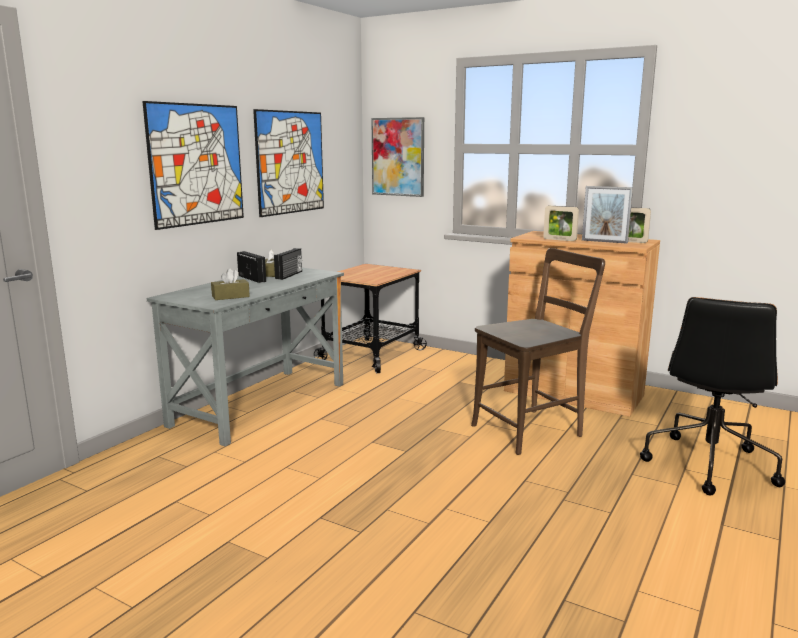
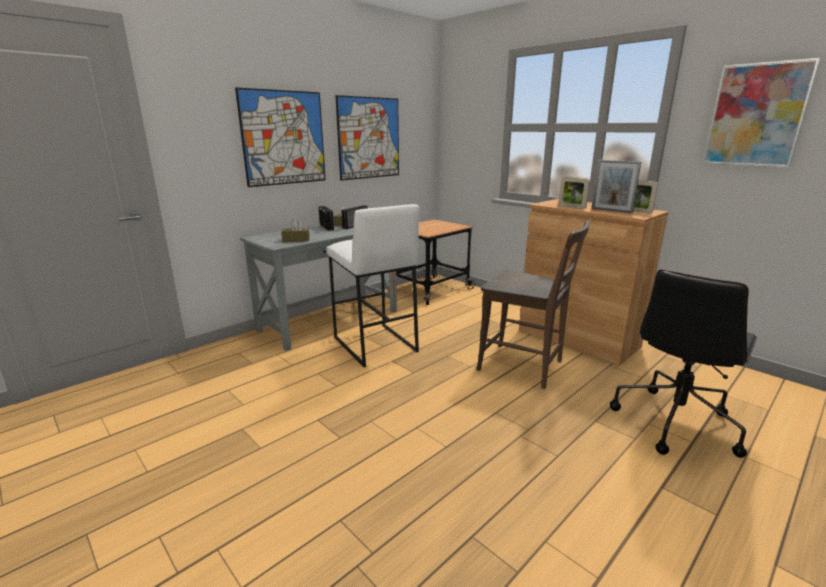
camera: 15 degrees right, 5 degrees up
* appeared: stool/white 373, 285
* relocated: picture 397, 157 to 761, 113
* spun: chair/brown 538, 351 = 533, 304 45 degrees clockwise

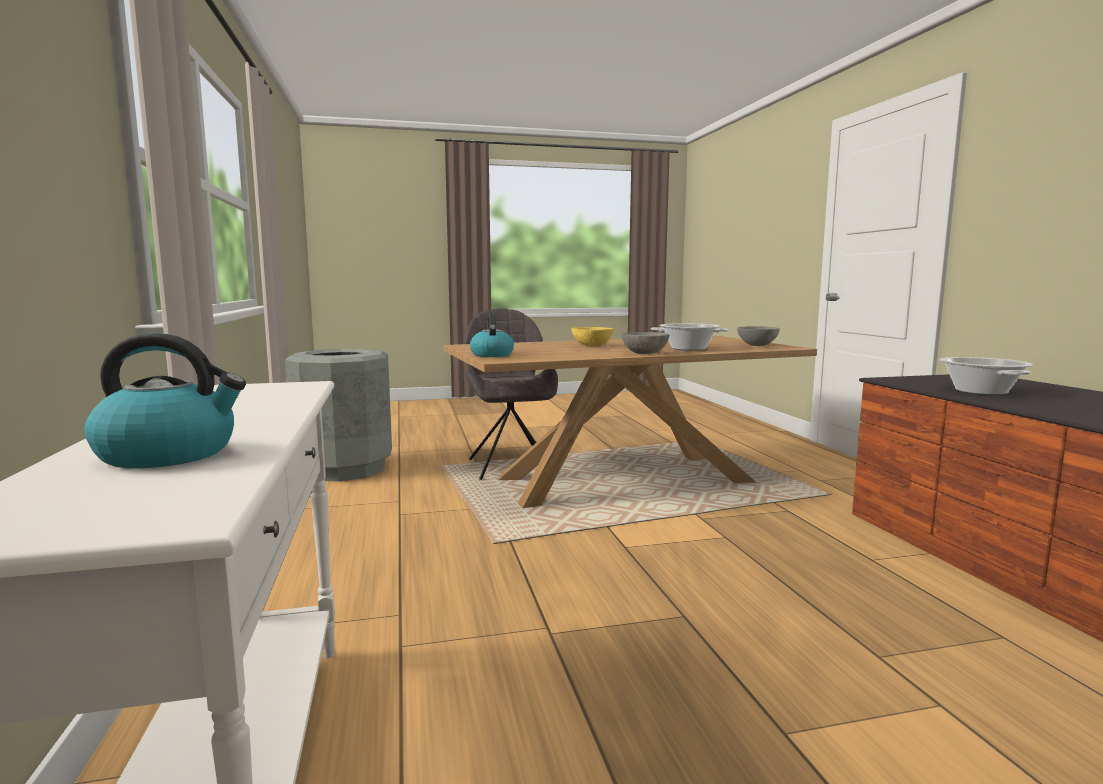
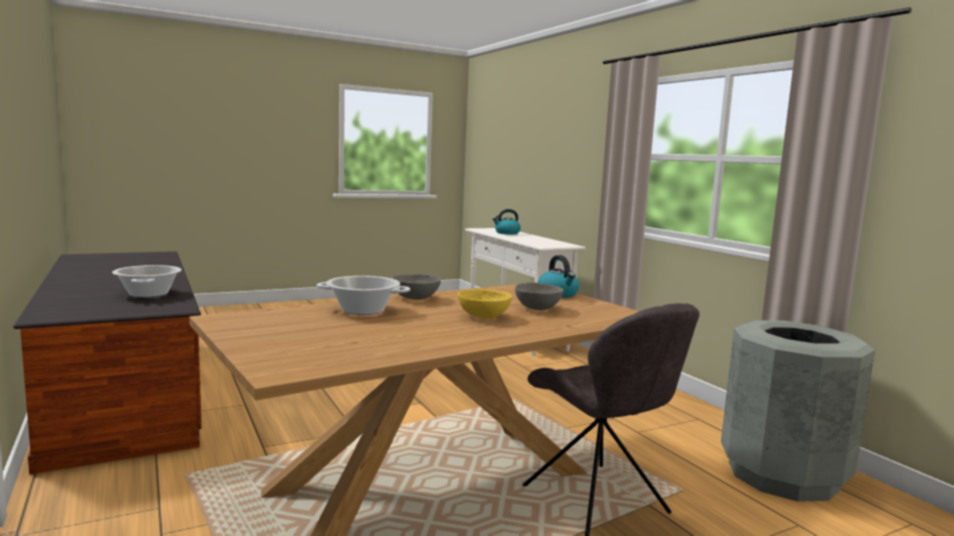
camera: 165 degrees right, 0 degrees up
* relocated: bowl/grey 758, 336 to 539, 296

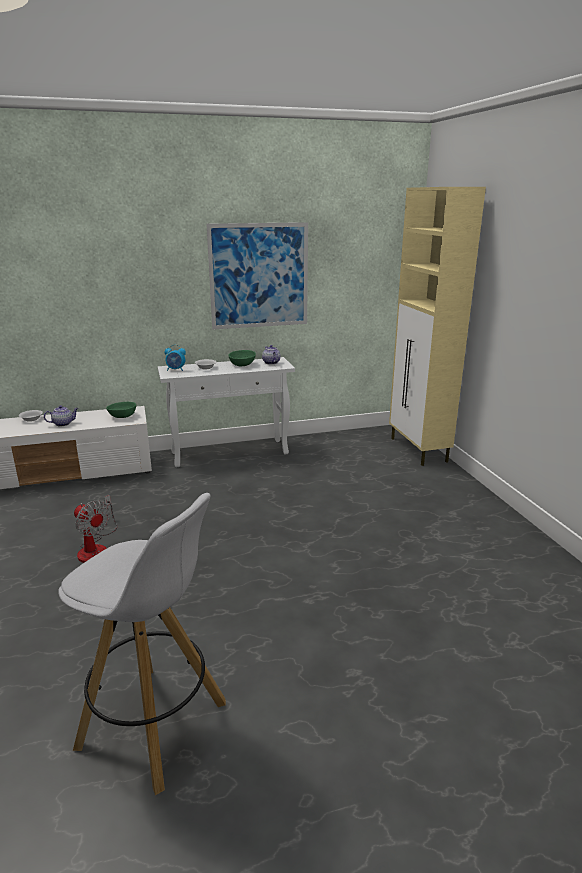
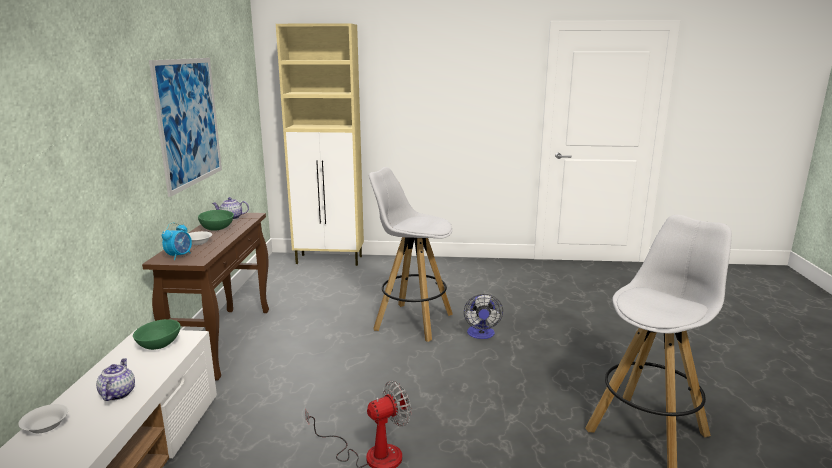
camera: 70 degrees left, 5 degrees down
* appeared: stool/white 411, 254
* appeared: fan 483, 316
* colour: console table/white 226, 412 to console table/brown 205, 297

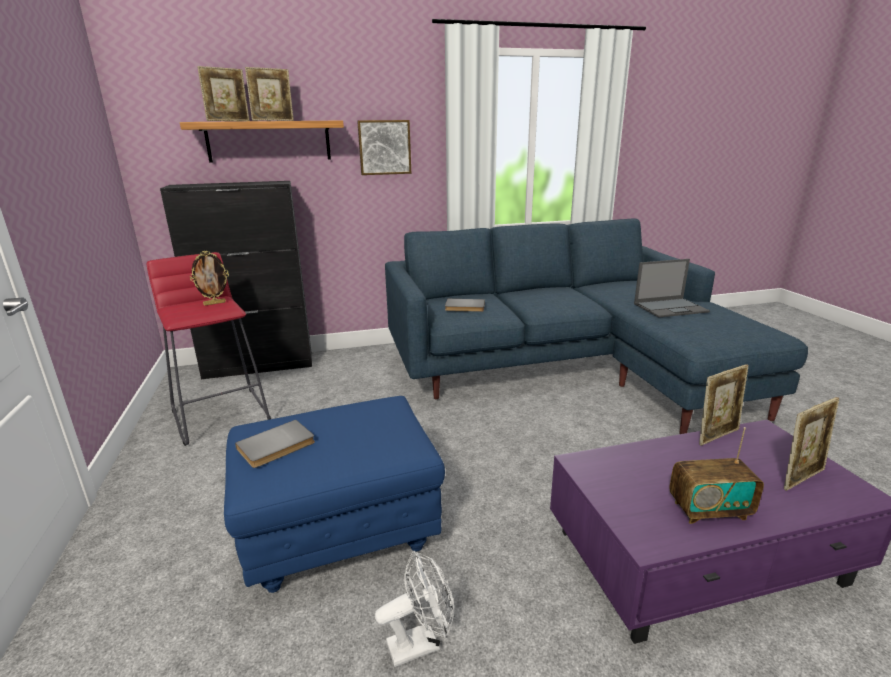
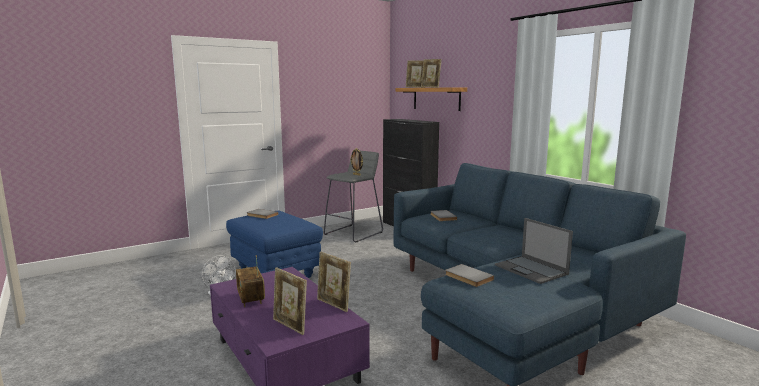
camera: 70 degrees right, 10 degrees down
* missing: picture 384, 147
* appeared: book/grey 469, 275
* colour: stool/red 209, 349 to stool/grey 353, 196

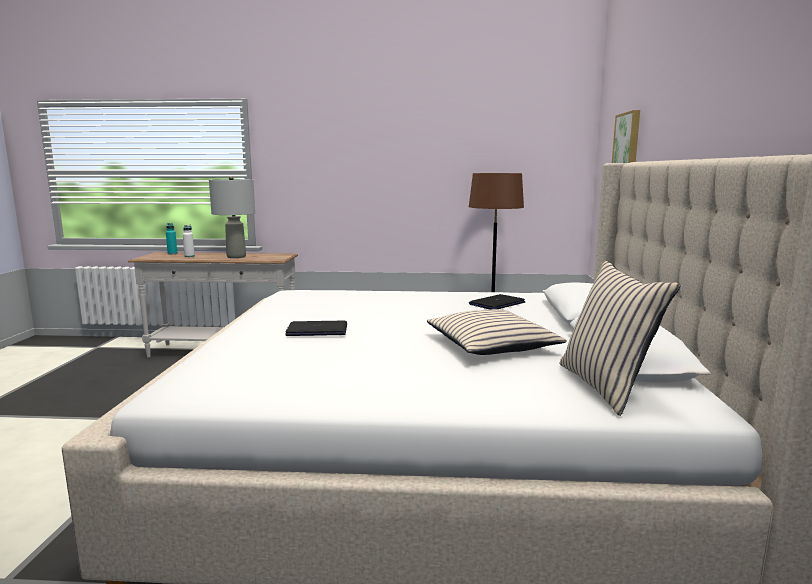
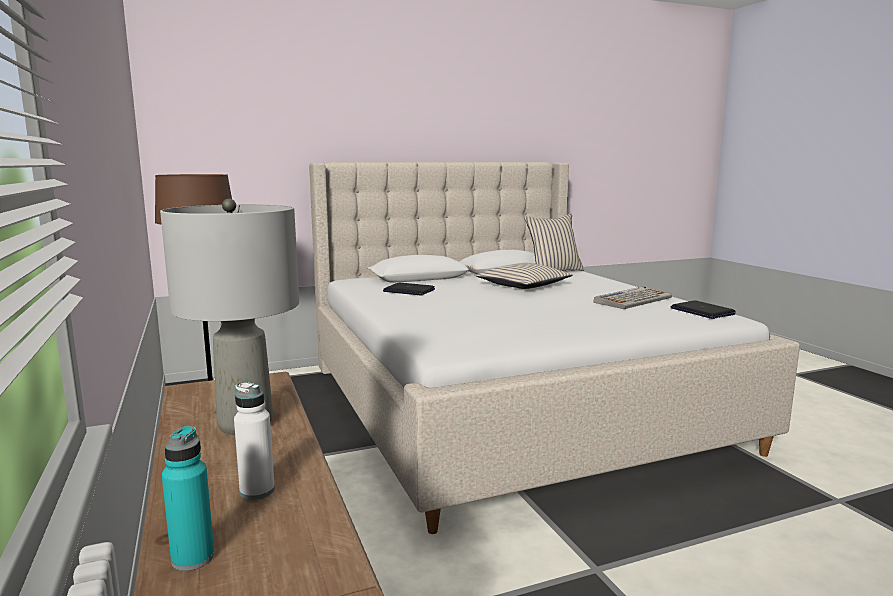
camera: 115 degrees left, 0 degrees up
* missing: picture 626, 136
* appeared: keyboard 633, 298
* relocated: laptop 316, 328 to 703, 309

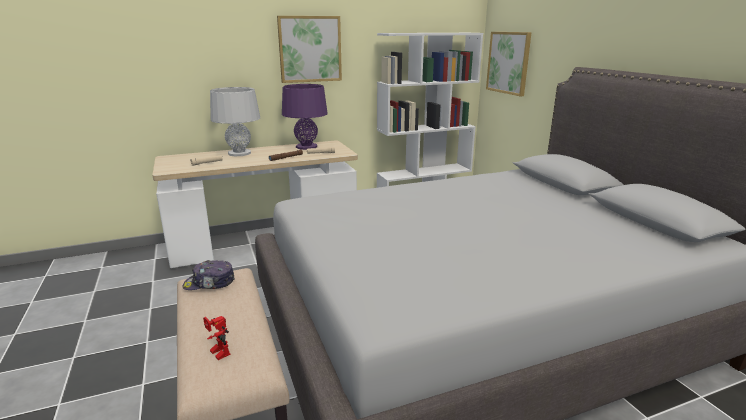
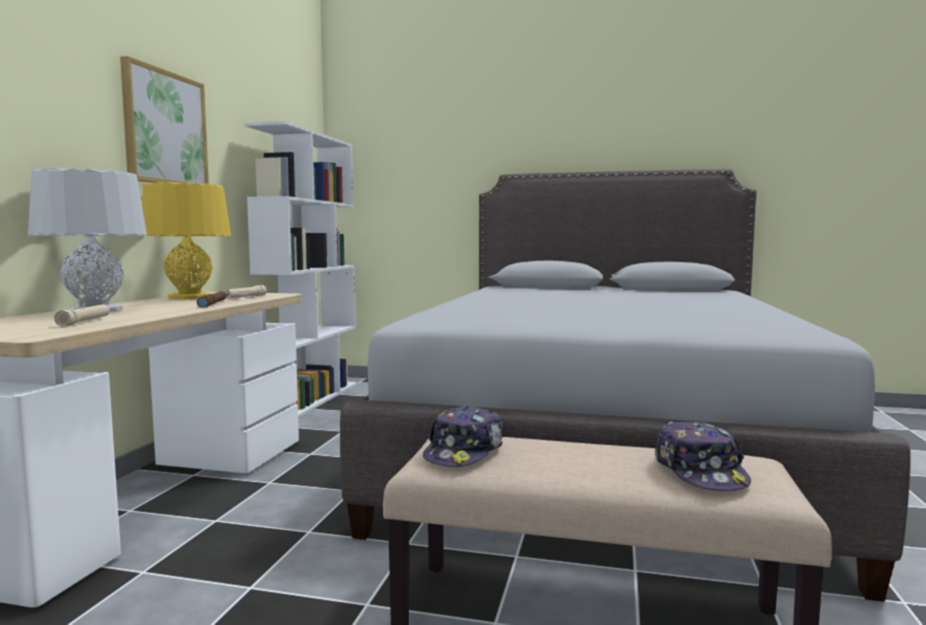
camera: 55 degrees left, 15 degrees down
* missing: picture 509, 64
* exchanged: toy robot 216, 338 to cap 703, 456
* colour: table lamp/purple 305, 117 to table lamp/yellow 186, 240

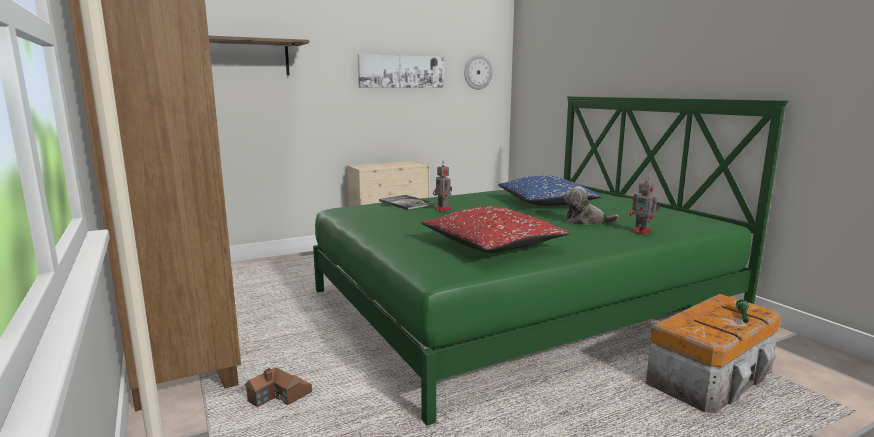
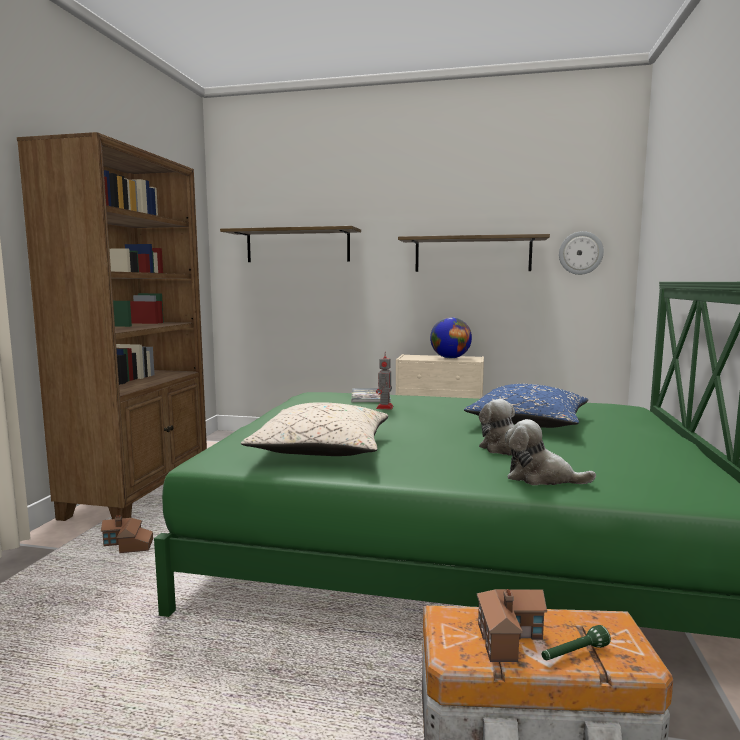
camera: 40 degrees right, 5 degrees down
* appeared: globe 451, 337
* appeared: toy house 512, 625
* exchanged: picture 401, 71 to shelf 474, 253
* exchanged: toy robot 644, 205 to plush toy 550, 452
* colour: pillow/red 495, 229 to pillow/beige 314, 429

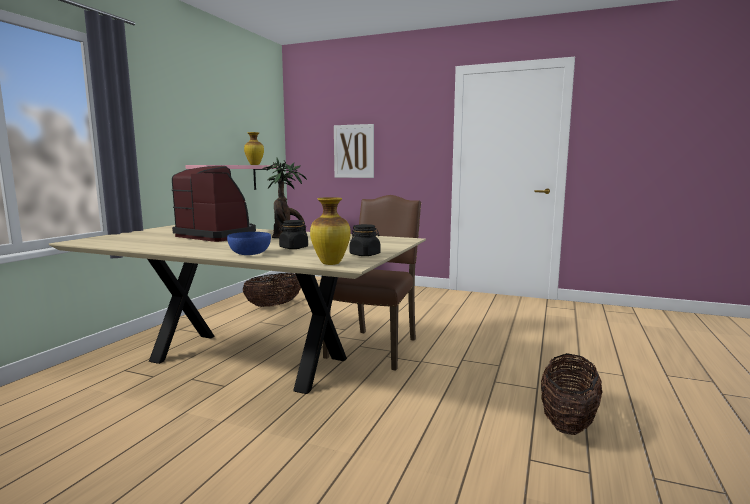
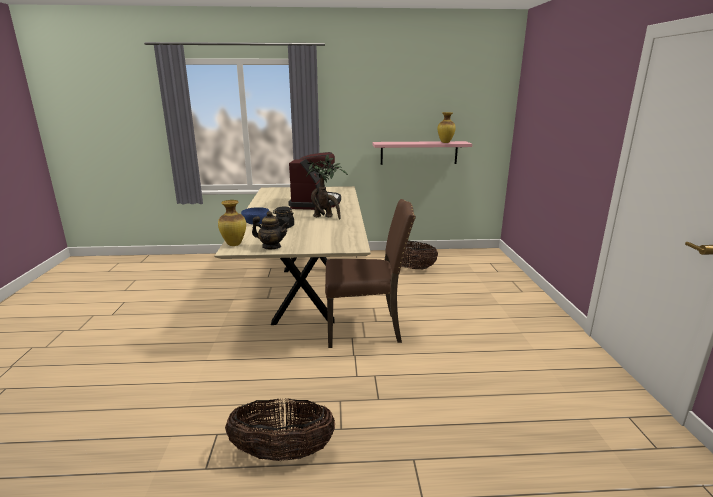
camera: 65 degrees right, 10 degrees up
* missing: picture 354, 151
* exchanged: jar/black 364, 240 to teapot 270, 230

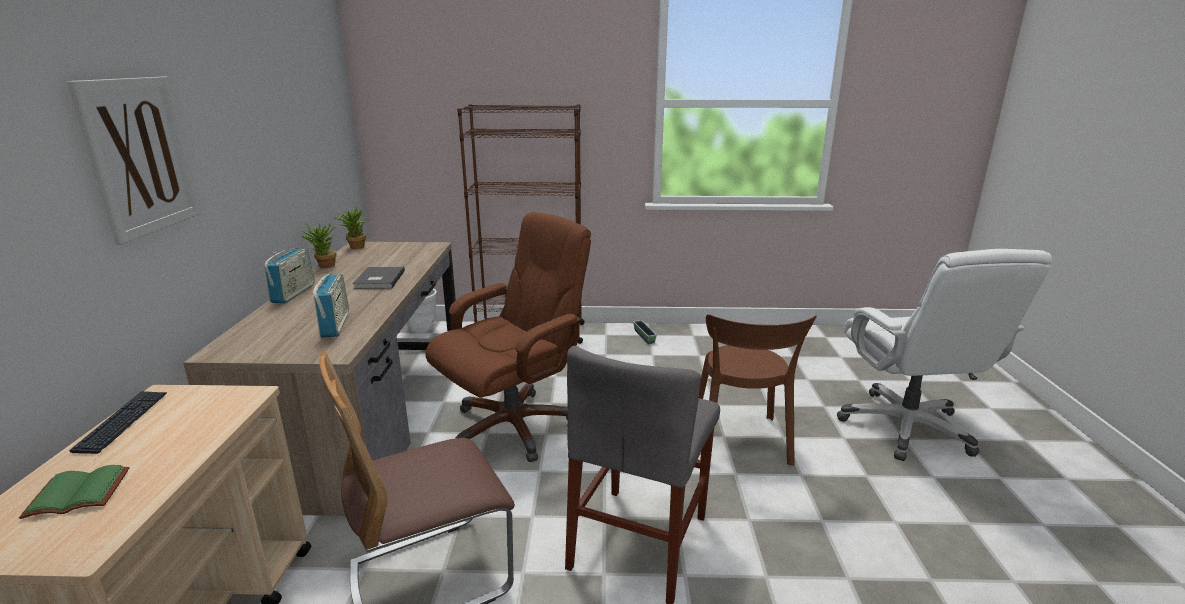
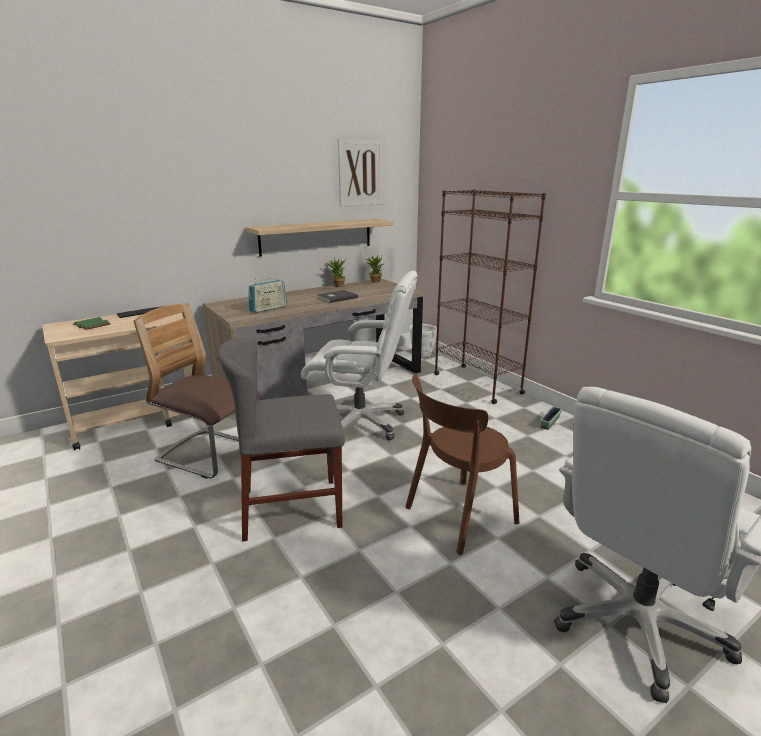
camera: 55 degrees right, 0 degrees up
* missing: radio 289, 276
* appeared: shelf 320, 238
* relocated: picture 133, 161 to 360, 172
* colour: office chair/brown 508, 337 to office chair/white 359, 355

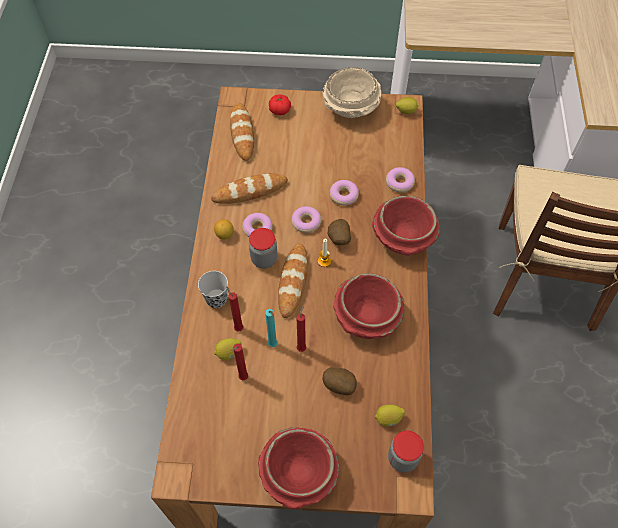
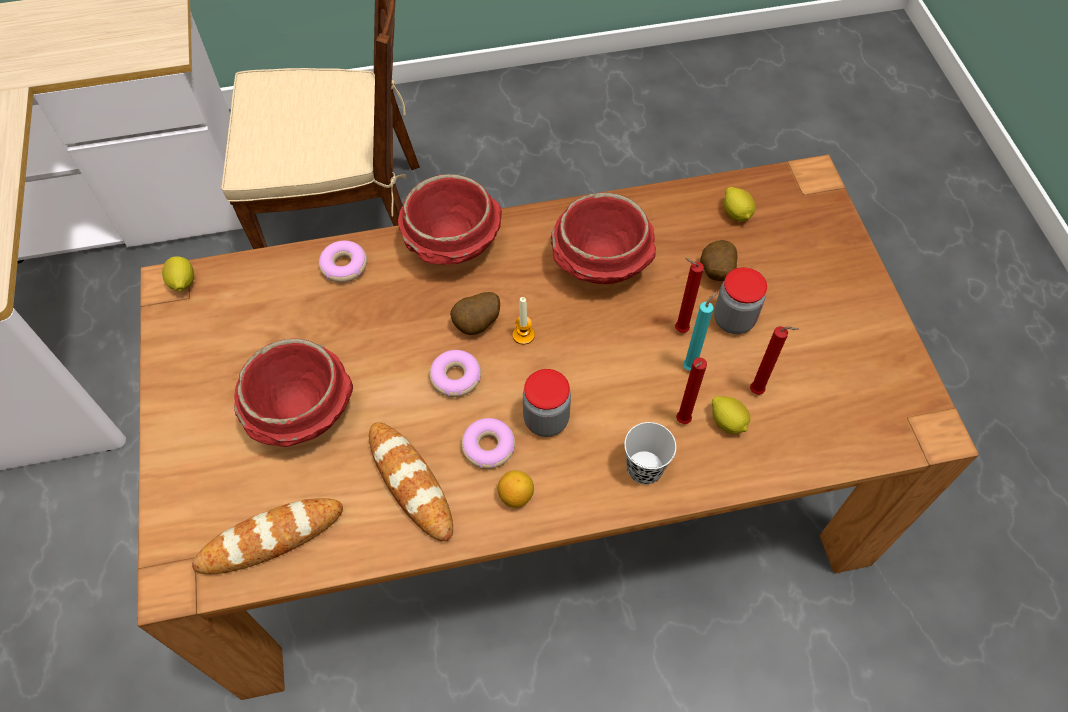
camera: 105 degrees left, 0 degrees up
* missing: tomato 280, 104
* missing: bread 293, 280
* missing: bowl/beige 352, 92
* missing: donut 344, 193
* relocated: bowl/red 299, 468 to 293, 392
* relocated: jar 406, 451 to 740, 300

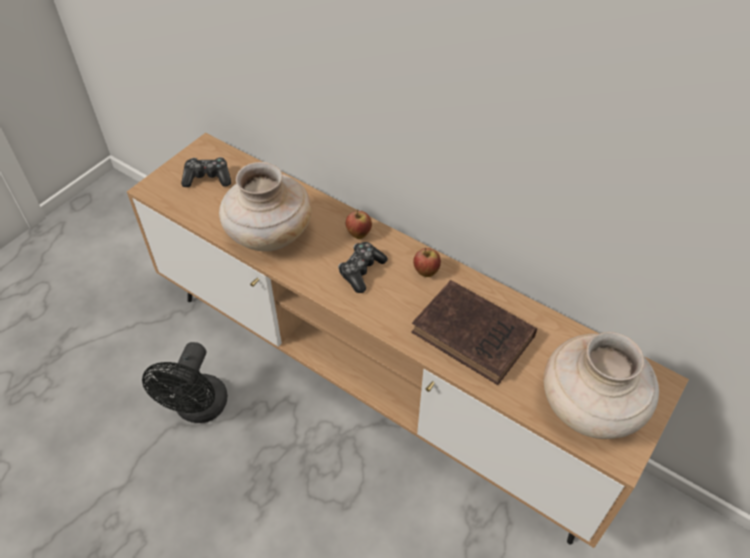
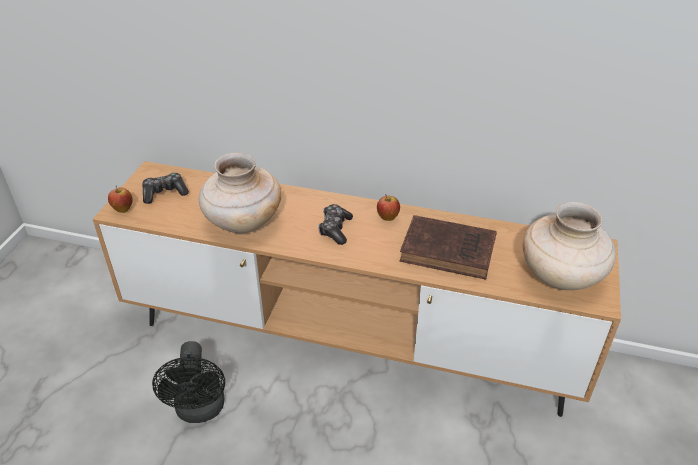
camera: 20 degrees left, 10 degrees down
* relocated: apple 359, 224 to 120, 199

